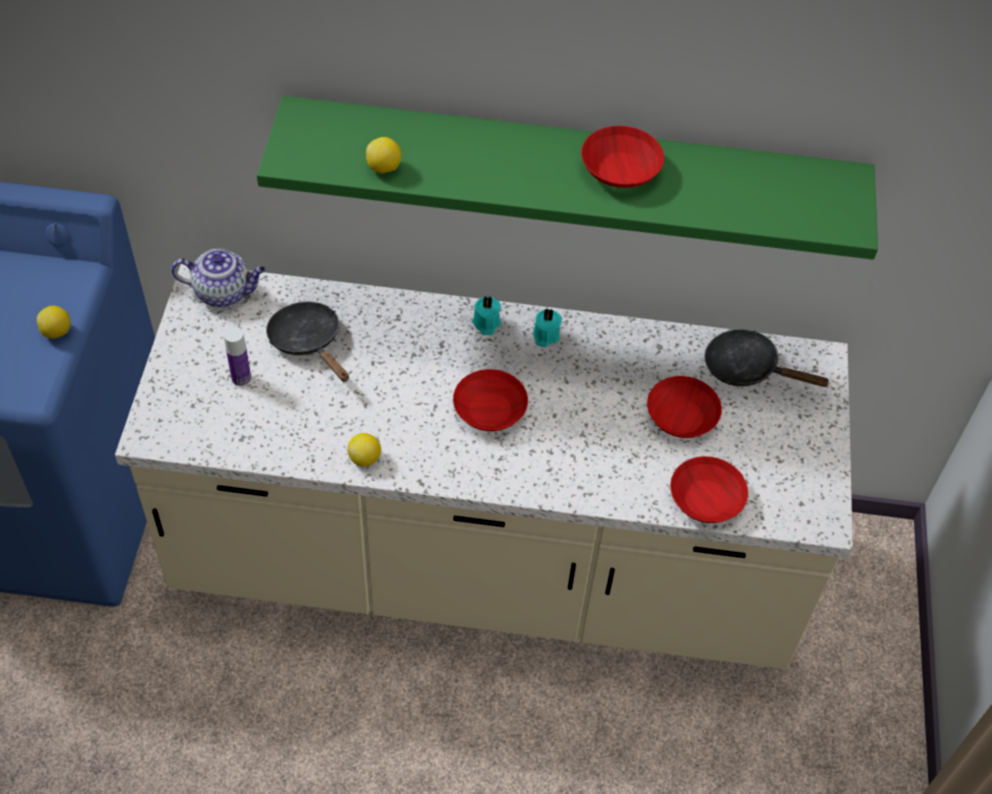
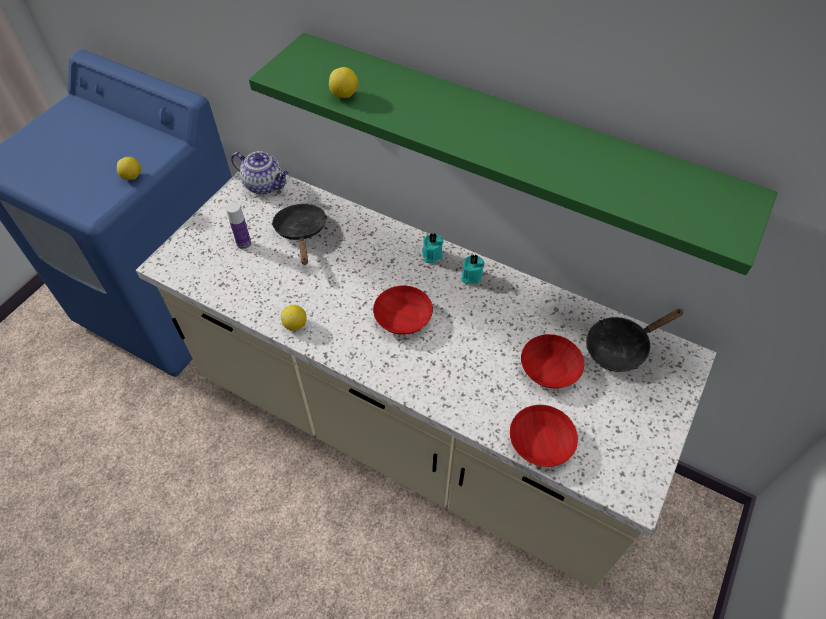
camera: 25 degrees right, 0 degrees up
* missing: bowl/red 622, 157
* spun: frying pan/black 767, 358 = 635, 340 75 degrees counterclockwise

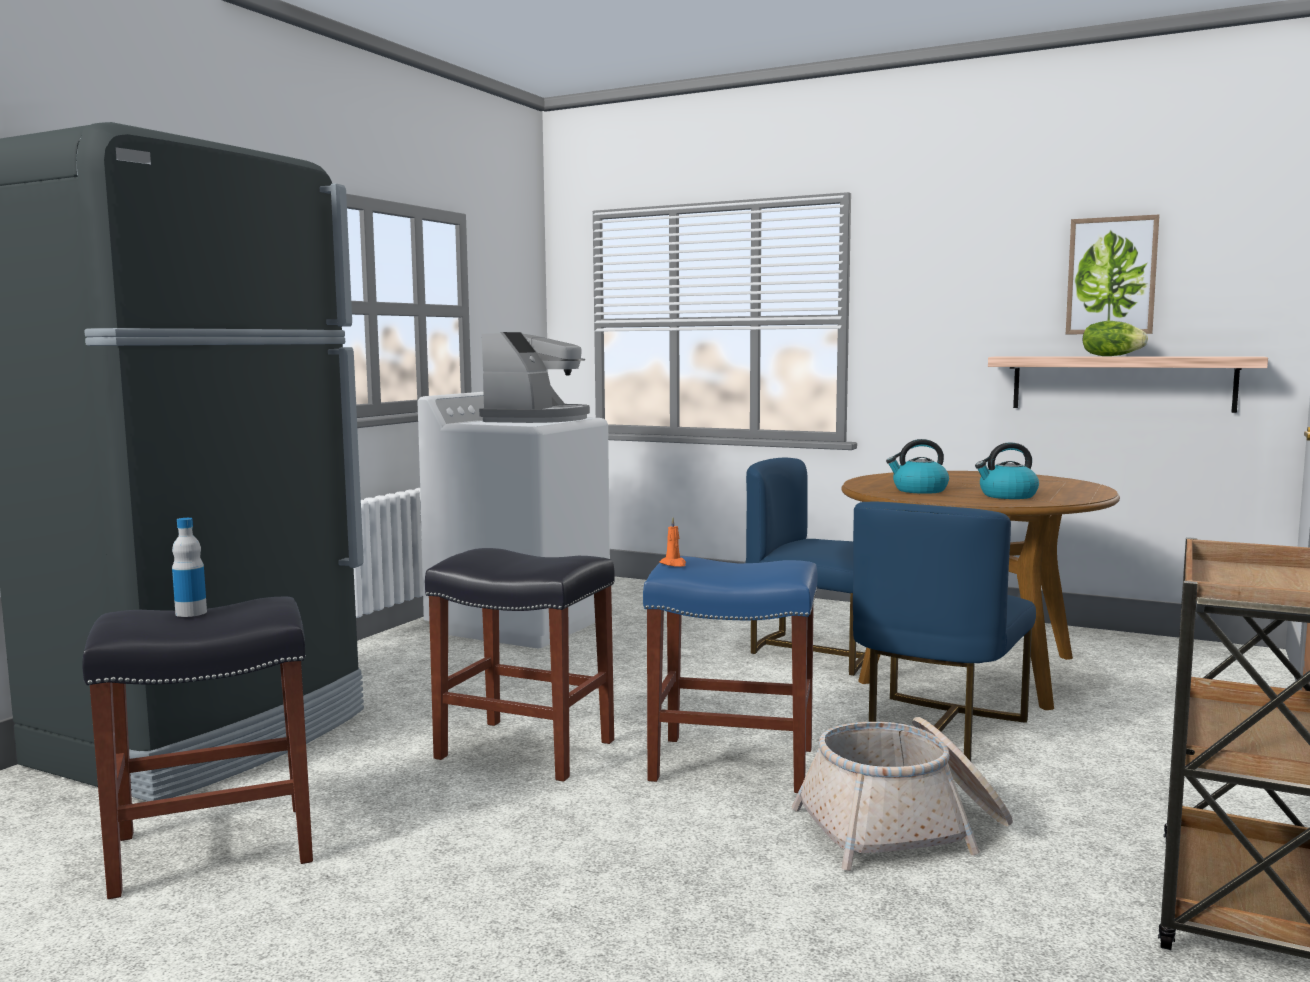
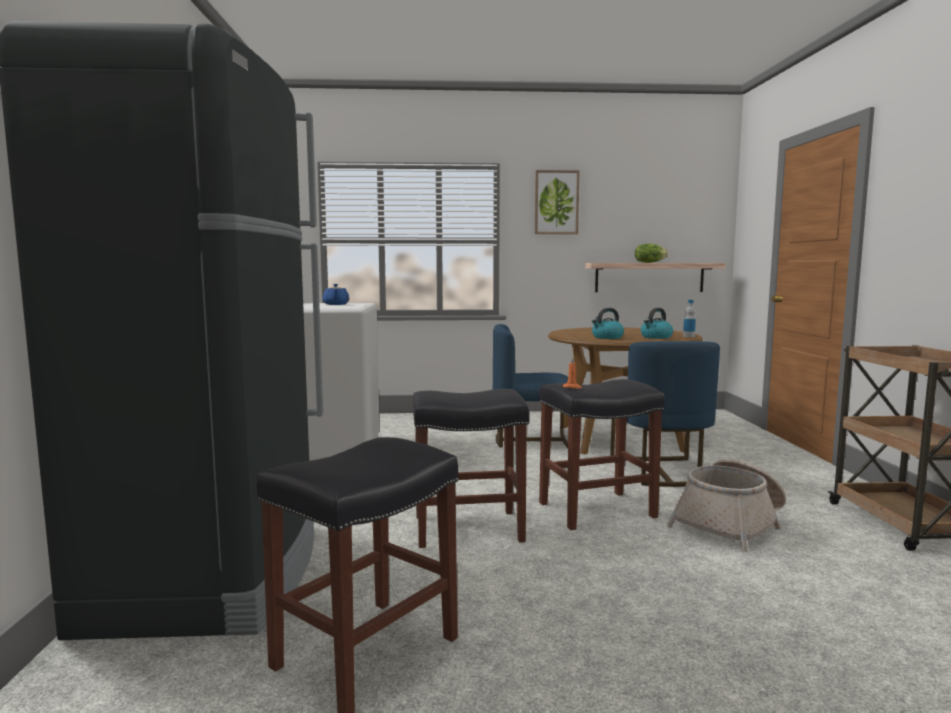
camera: 30 degrees left, 0 degrees up
* relocated: bottle 189, 567 to 689, 318
* relocated: picture 1113, 274 to 557, 202
* exchanged: coffee machine 534, 377 to teapot/blue 336, 294
* colour: stool/blue 730, 674 to stool/black 602, 454

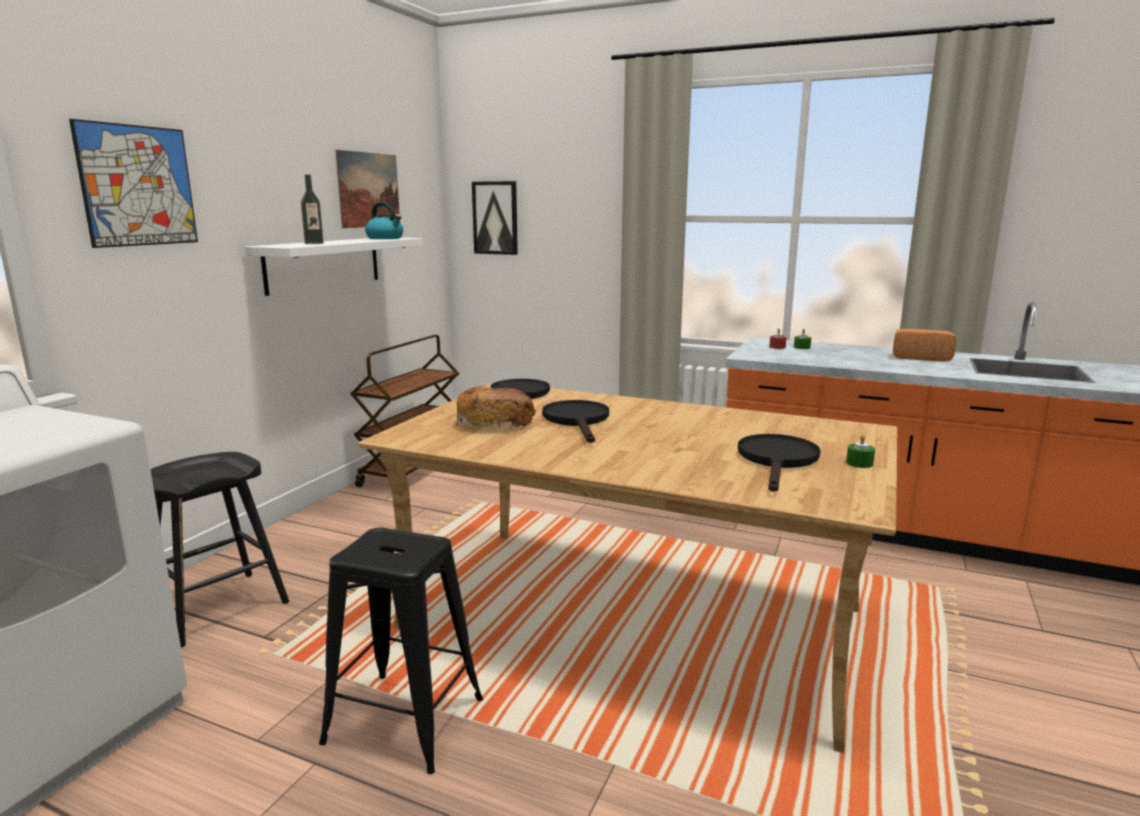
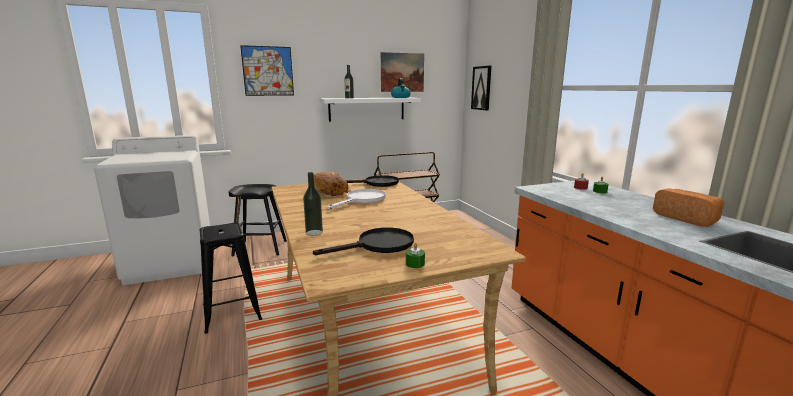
camera: 45 degrees right, 0 degrees up
* appeared: bottle 313, 204
* colour: frying pan/black 575, 421 to frying pan/white 356, 199

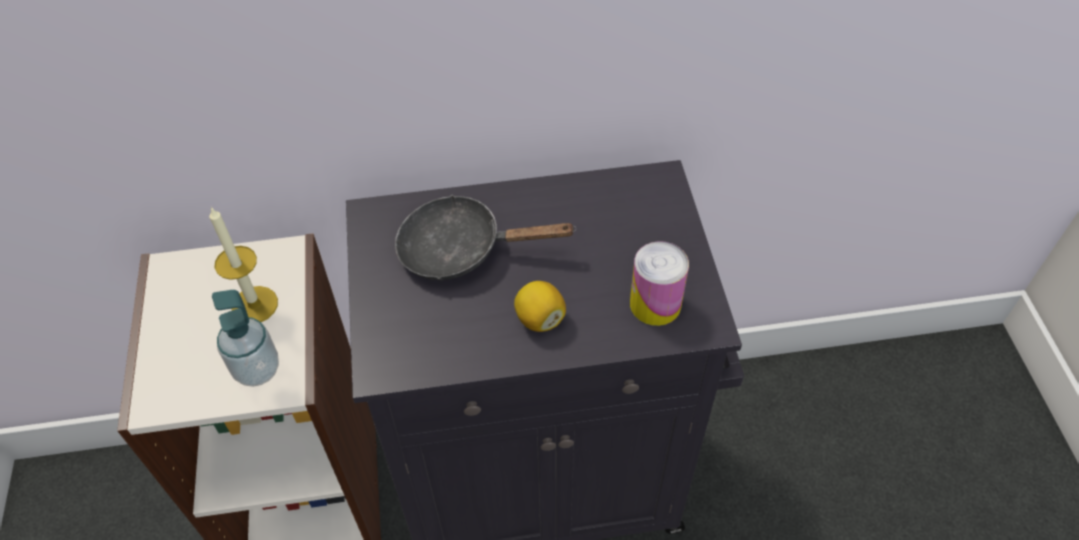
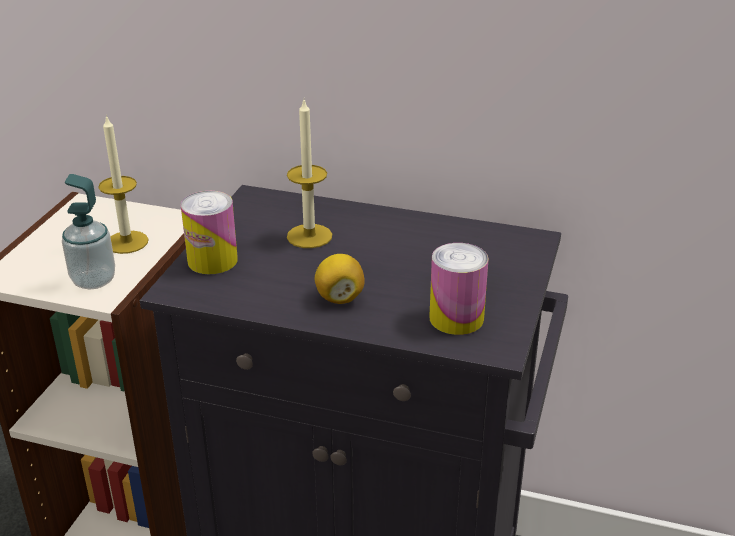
camera: 25 degrees right, 20 degrees down
* appeared: can 209, 232
* exchanged: frying pan/black 485, 238 to candle 309, 174

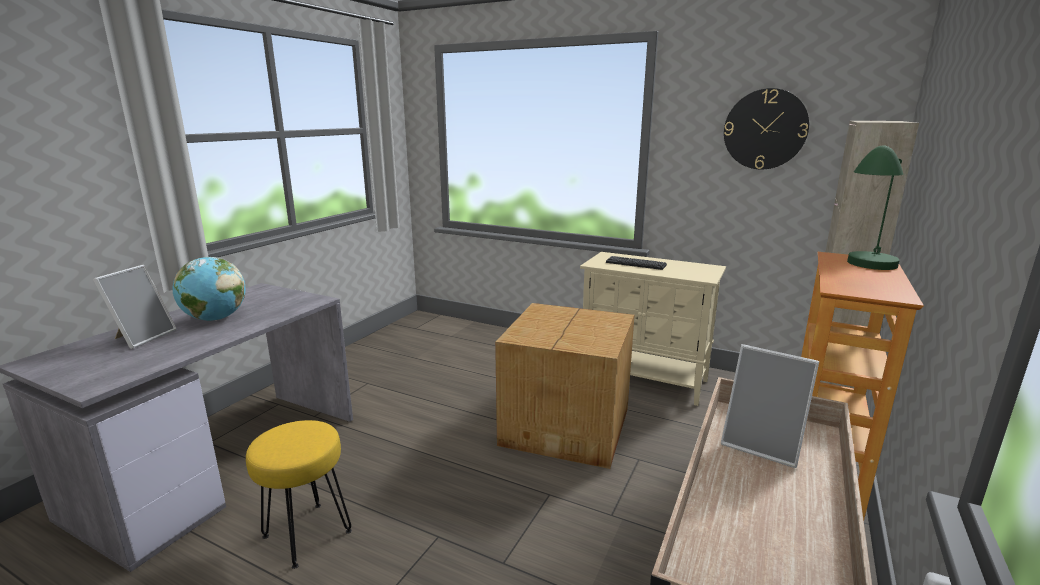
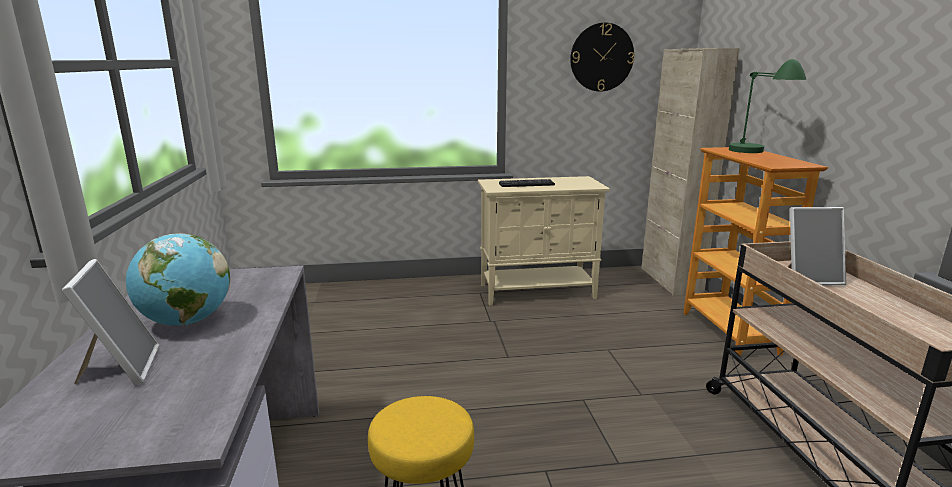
camera: 35 degrees left, 0 degrees up
* missing: cardboard box 564, 386

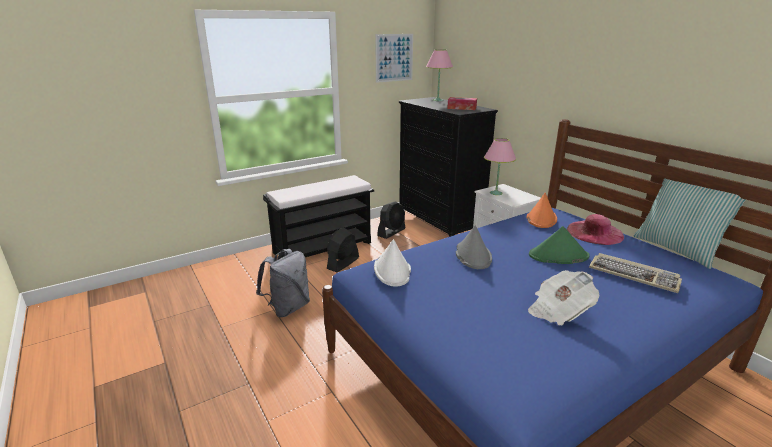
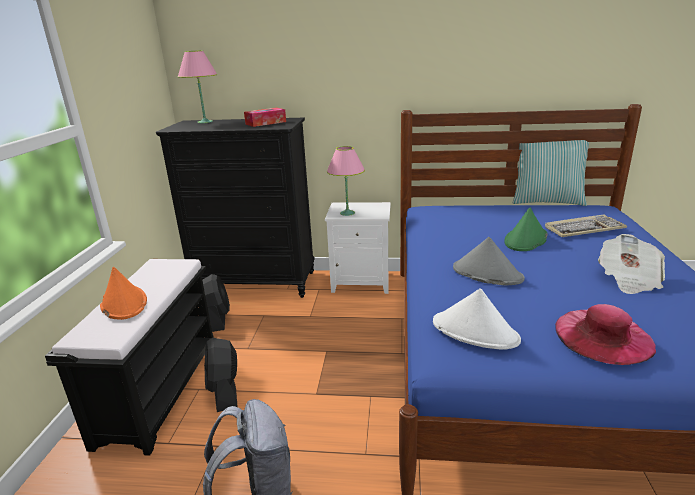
camera: 50 degrees left, 0 degrees up
* missing: picture 394, 58
* relocated: hat/orange 542, 210 to 123, 293
* relocated: hat/pink 595, 229 to 605, 334

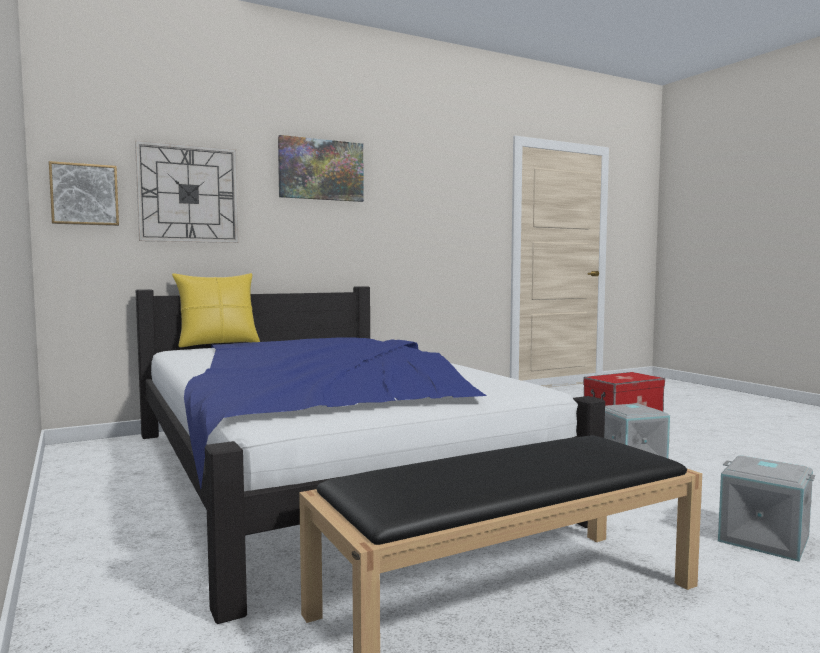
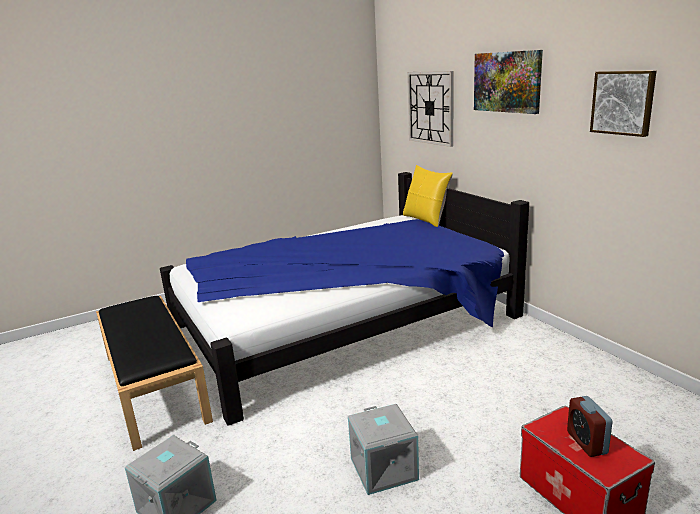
camera: 90 degrees right, 15 degrees up
* appeared: alarm clock 589, 426
* relocated: picture 84, 193 to 623, 103

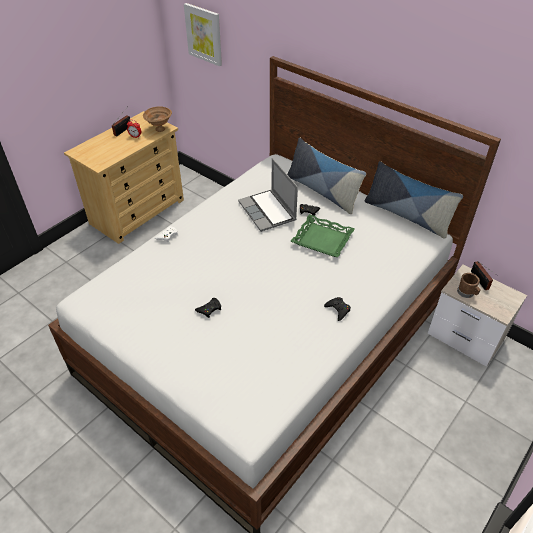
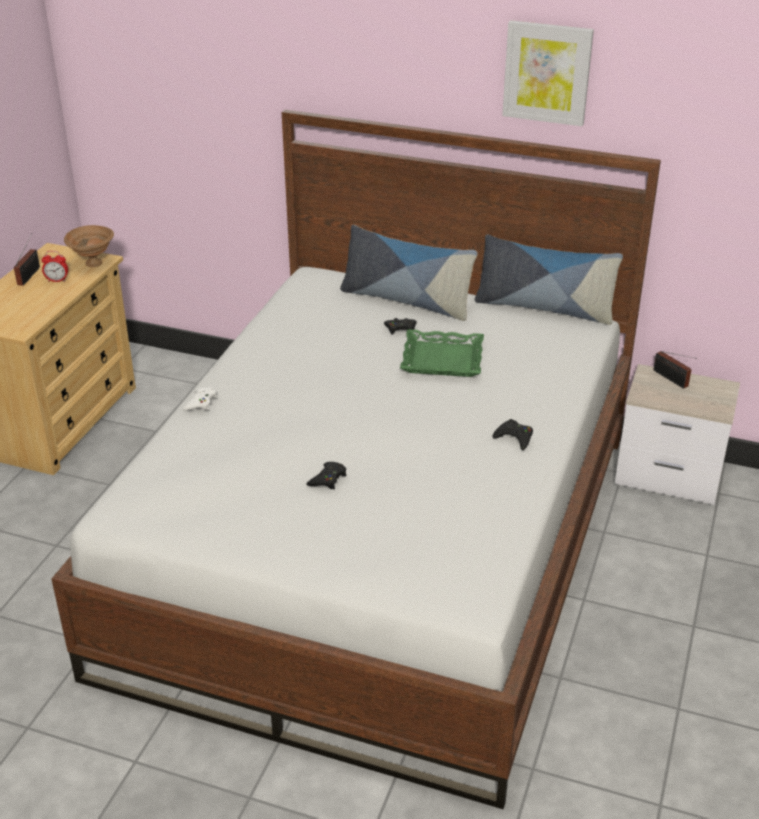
camera: 20 degrees left, 10 degrees down
* missing: laptop 268, 195
* missing: mug/brown 469, 285
* relocated: picture 203, 34 to 548, 73

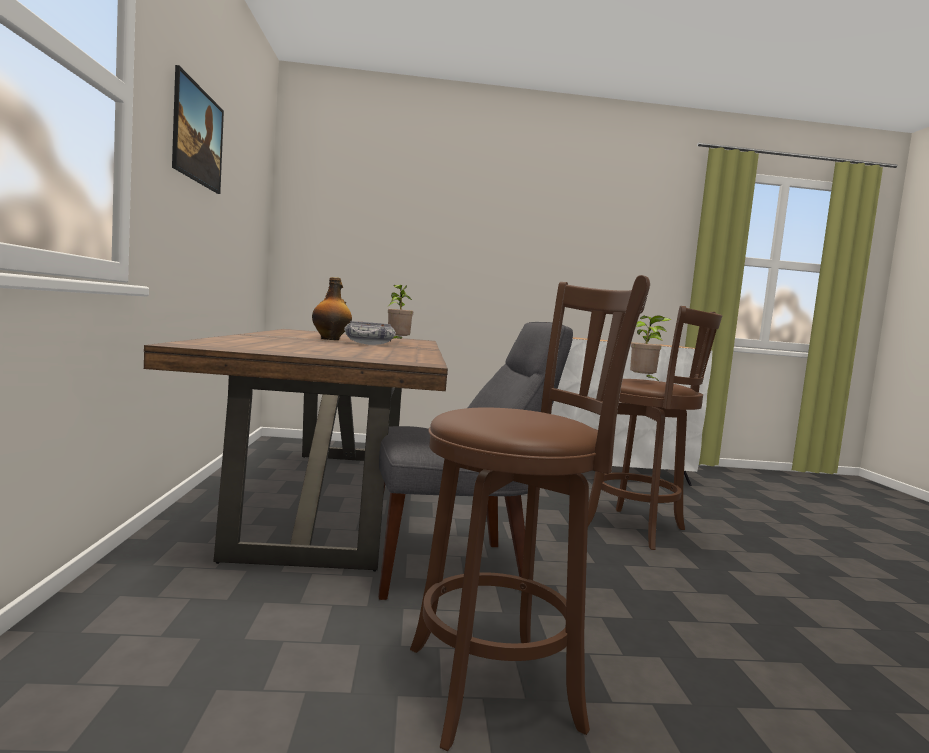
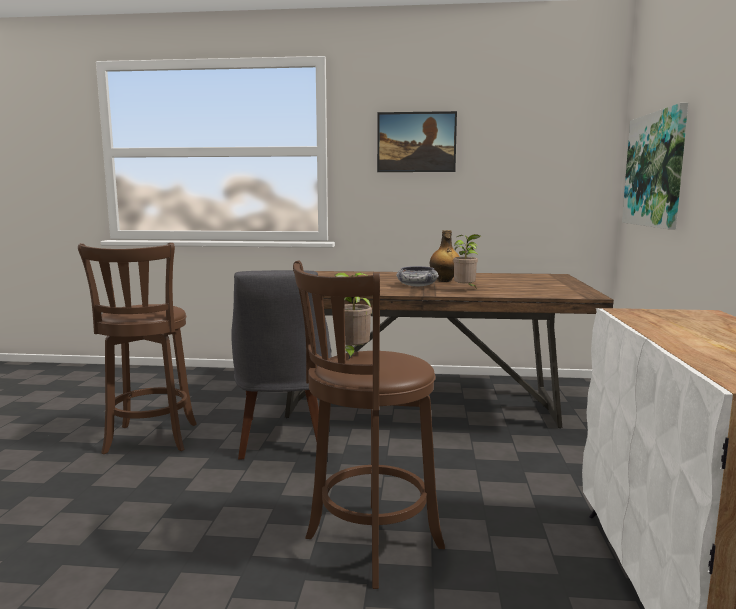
camera: 100 degrees right, 5 degrees up
* appeared: picture 655, 166

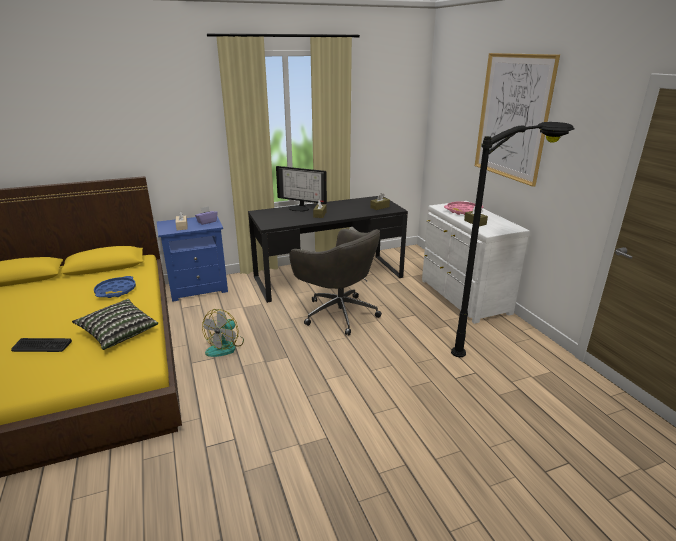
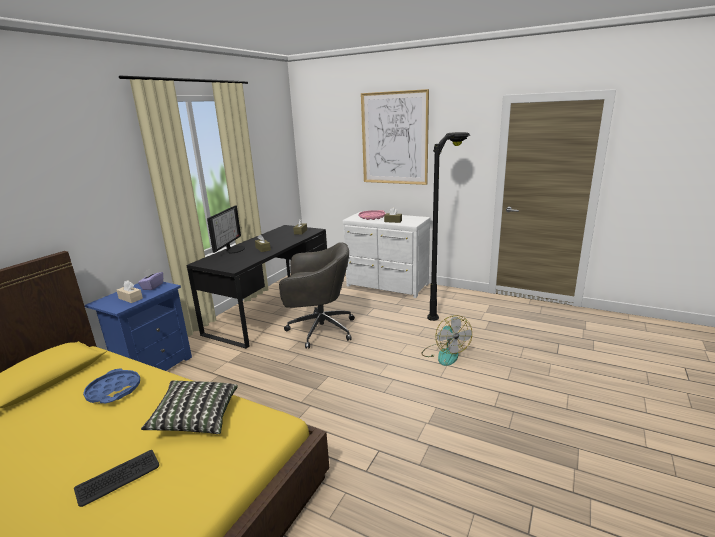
camera: 40 degrees left, 5 degrees down
* relocated: fan 223, 333 to 446, 340
* spun: monitor 301, 189 = 226, 229 60 degrees counterclockwise

